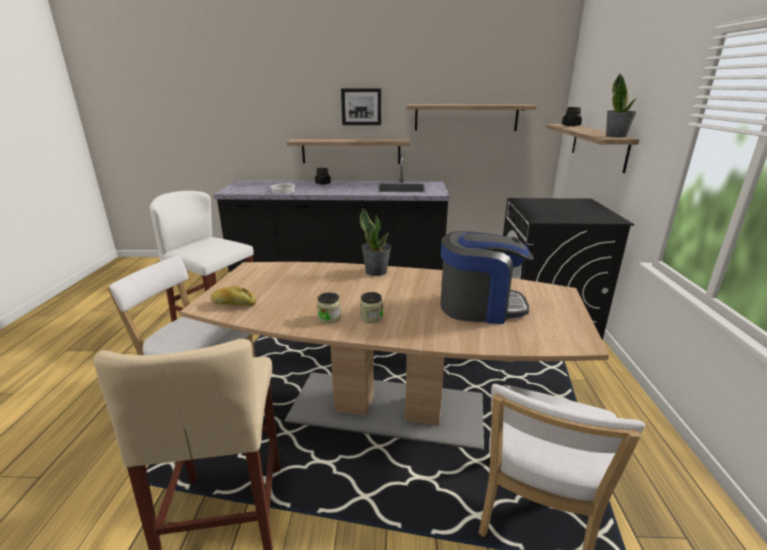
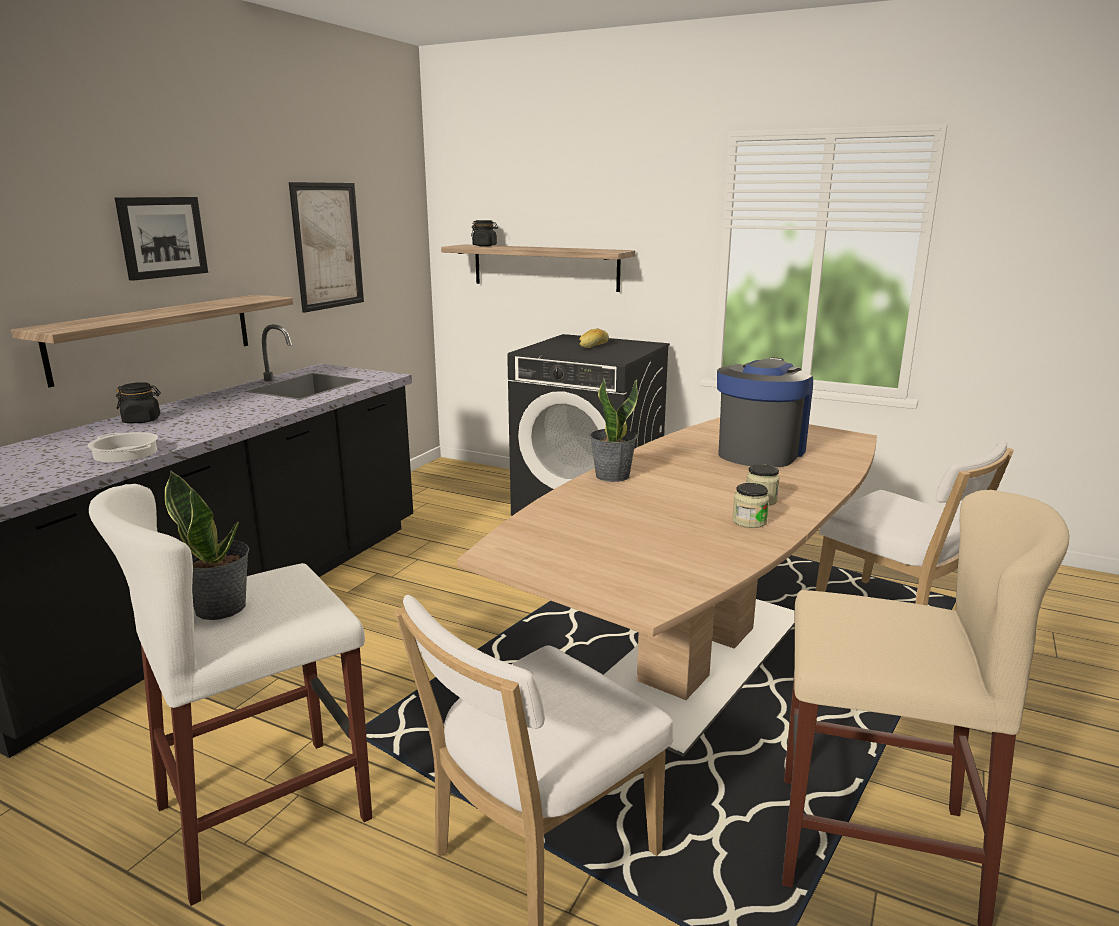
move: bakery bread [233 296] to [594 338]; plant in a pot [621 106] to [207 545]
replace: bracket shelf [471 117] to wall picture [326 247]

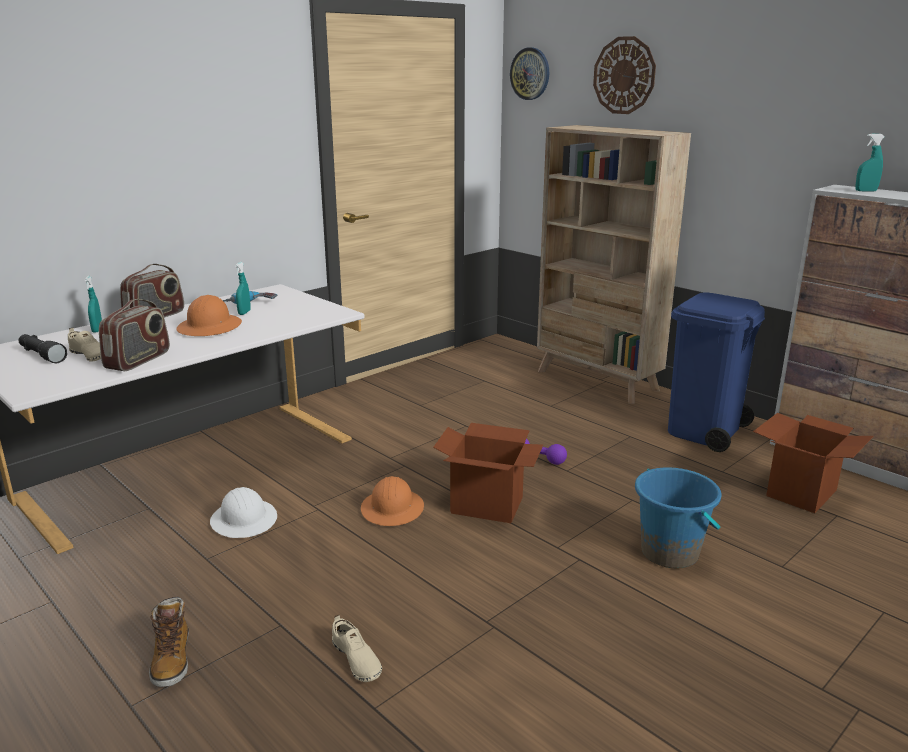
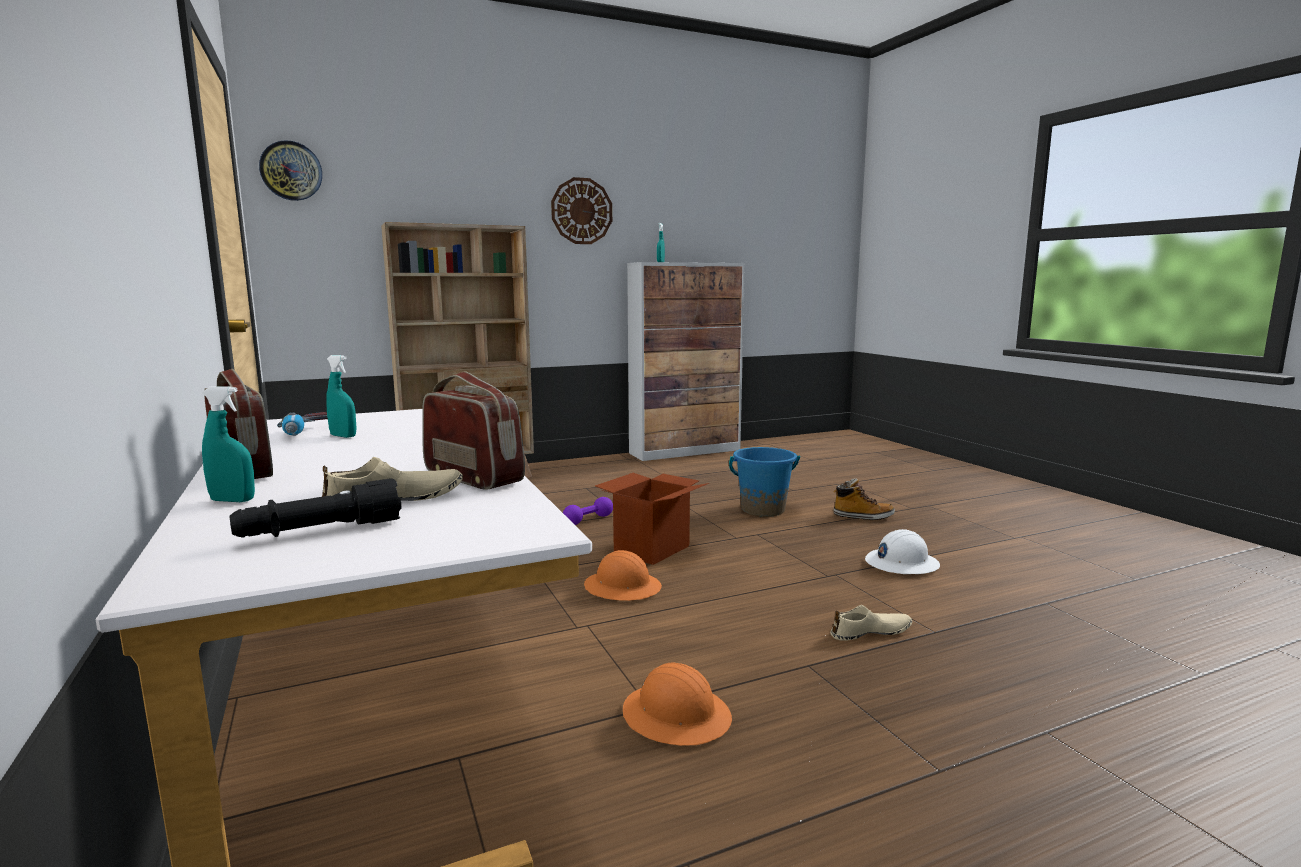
delete: blue-coloured waste bin [716 372]; cardboard box [813 463]
move: boot [169 642] to [864 499]; orange-coloured safety helmet [209 315] to [677 704]; white-coloured safety helmet [243 512] to [902 551]; hanging clock [624 75] to [581 210]

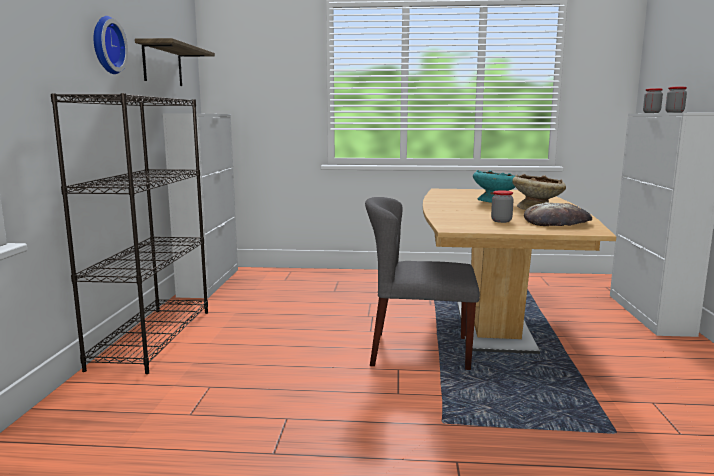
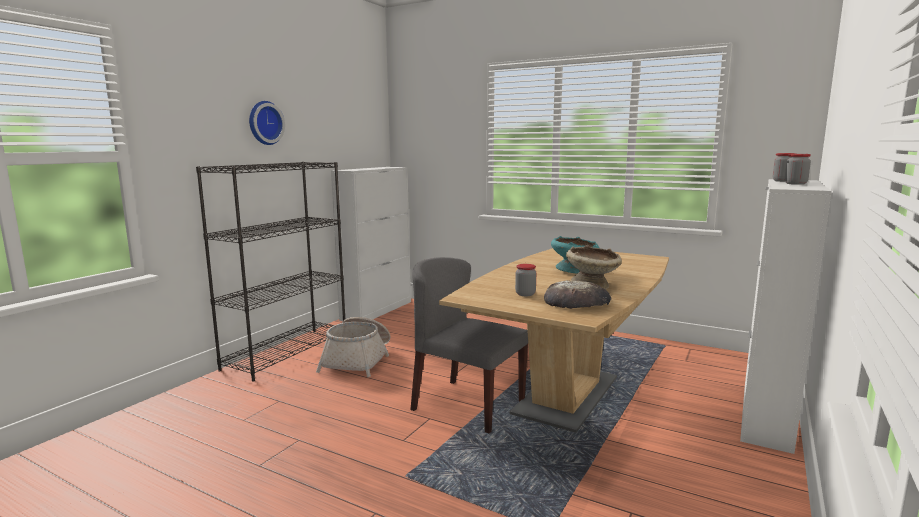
delete: bracket shelf [175 62]
insert: basket [353 347]

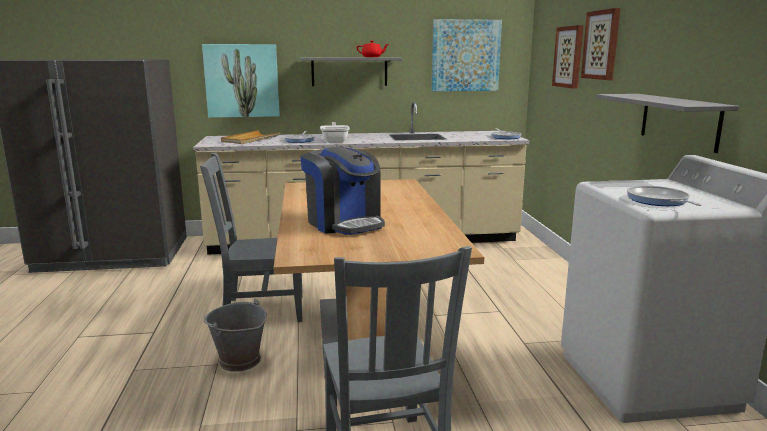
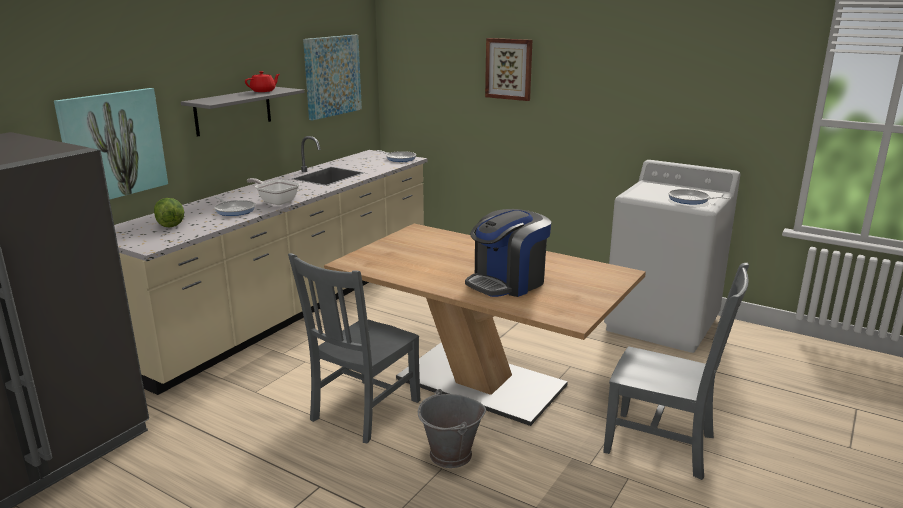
delete: wall picture [568 57]; grey bracket shelf [667 123]
replace: beige-coloured tray [251 137] to head of lettuce [169 213]
rotate: coffee machine [342 190] = [508 253] 135 degrees clockwise

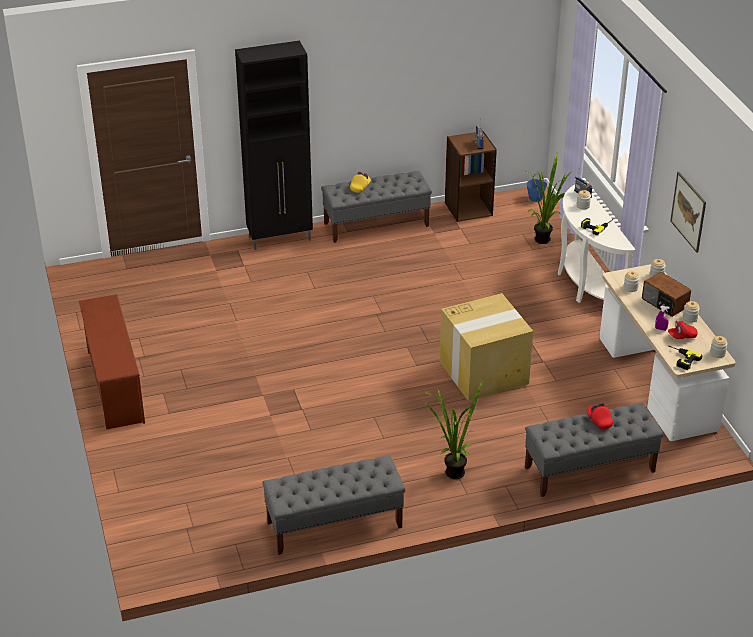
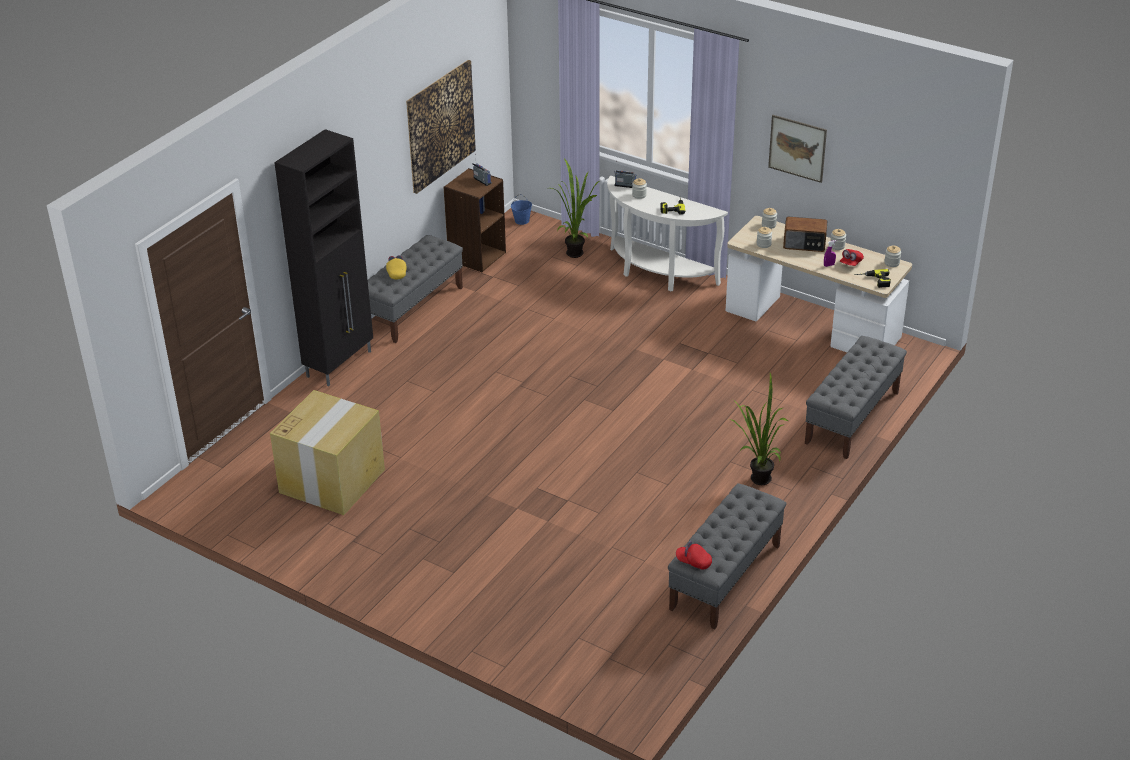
delete: brown-coloured shoe shelf [112 362]
insert: wall picture [441 127]
move: cardboard box [486 347] to [327 452]; red peaked cap [600 415] to [694 555]

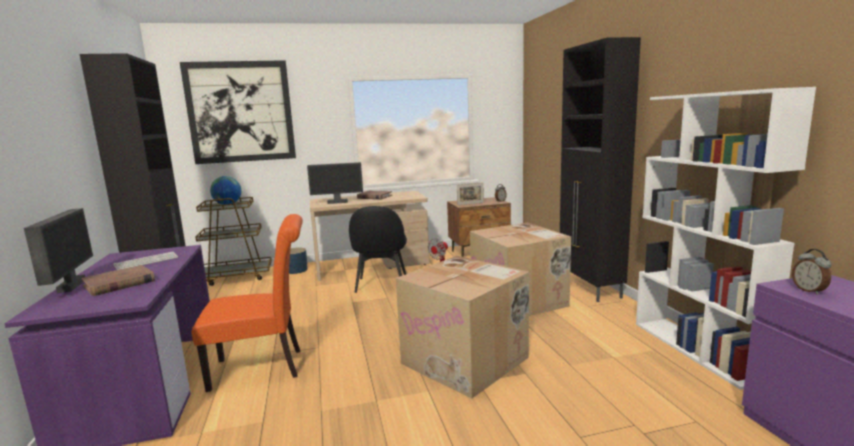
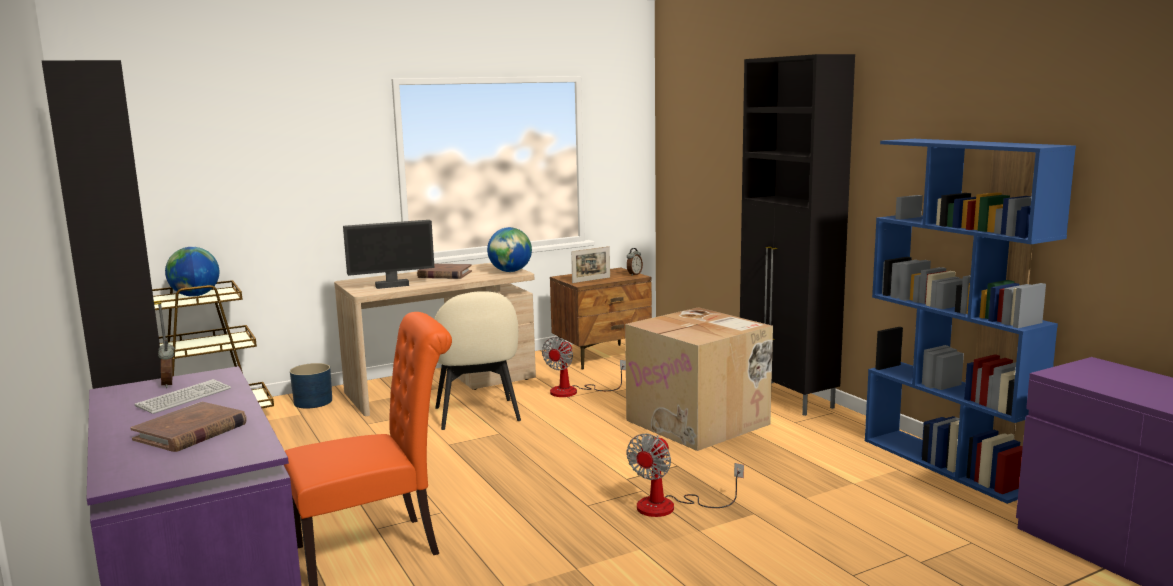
delete: computer display [58 250]; wall picture [238 112]
insert: globe [509 249]
move: table clock [812 272] to [166 363]
replace: cardboard box [462 327] to fan [685 475]
recolor: black-coloured plain chair [378 249] to beige-coloured plain chair [477 360]; white-coloured bookshelf [726 238] to blue-coloured bookshelf [970 321]

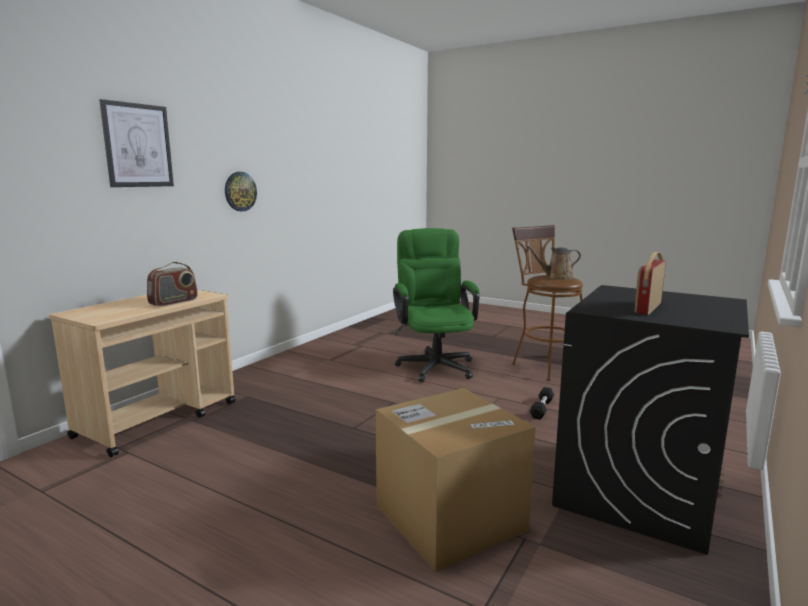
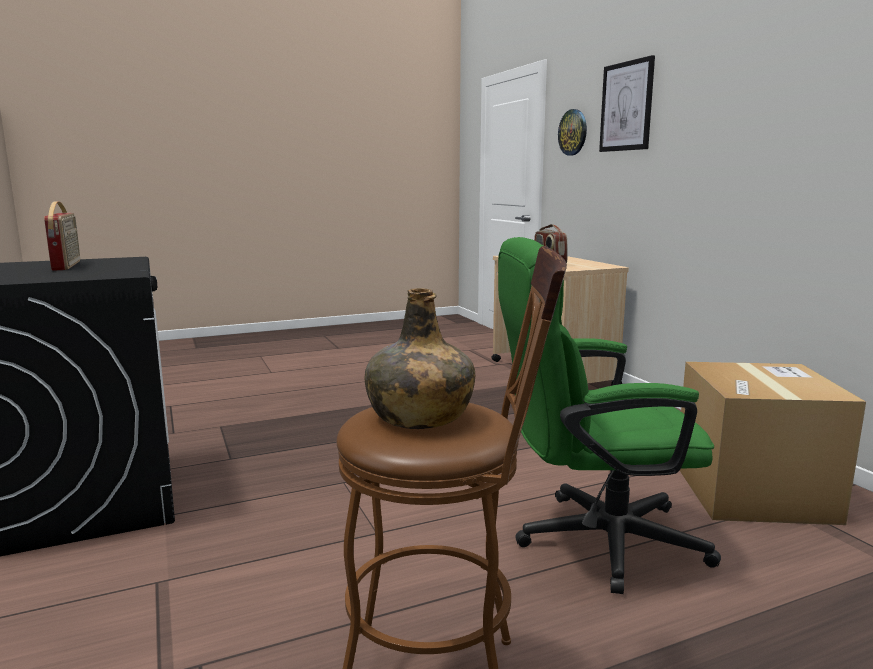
delete: black-coloured hand weight [542 403]
move: hanging clock [241 191] to [572 132]; cardboard box [455 480] to [772 443]
replace: brown-coloured watering can [553 262] to green-coloured beverage bottle [420 358]
rotate: green-coloured office chair [436 305] = [609 415] 150 degrees clockwise

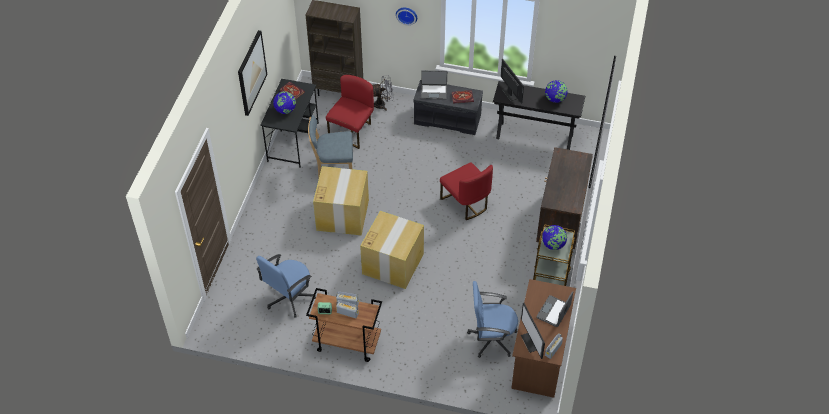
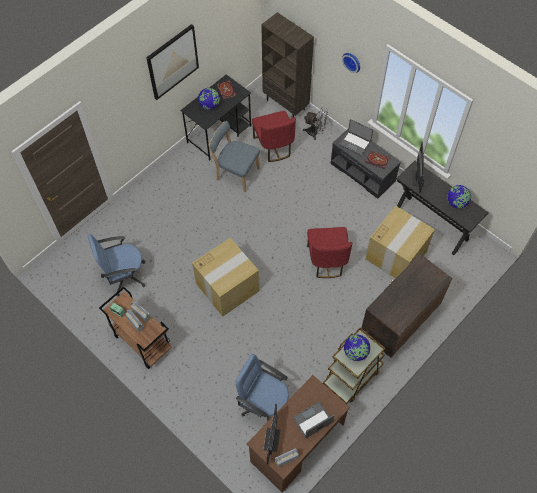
move: cardboard box [341 200] to [400 242]
rotate: red plain chair [350 112] = [274 136] 105 degrees clockwise

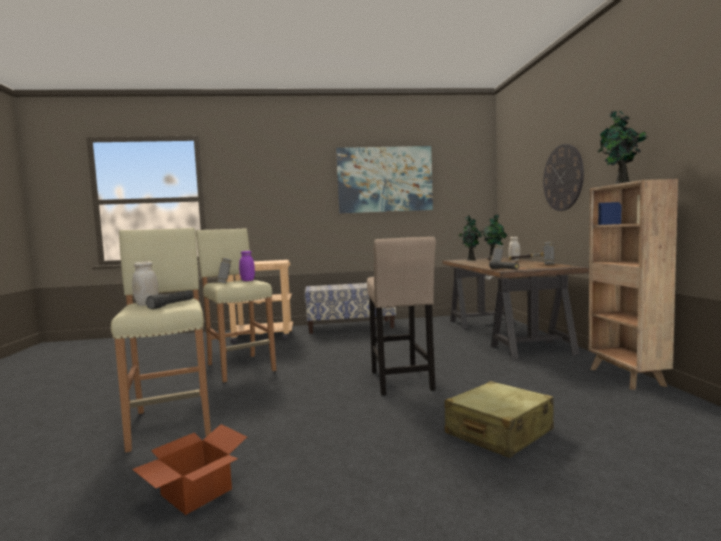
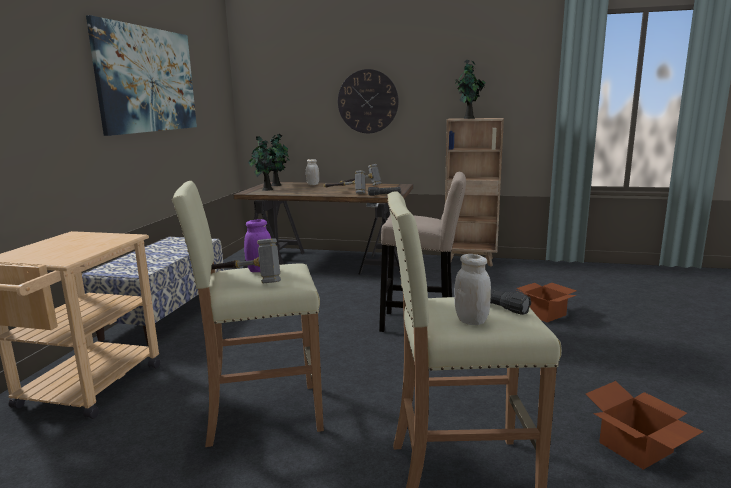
replace: beige-coloured travel case [499 419] to cardboard box [546 302]

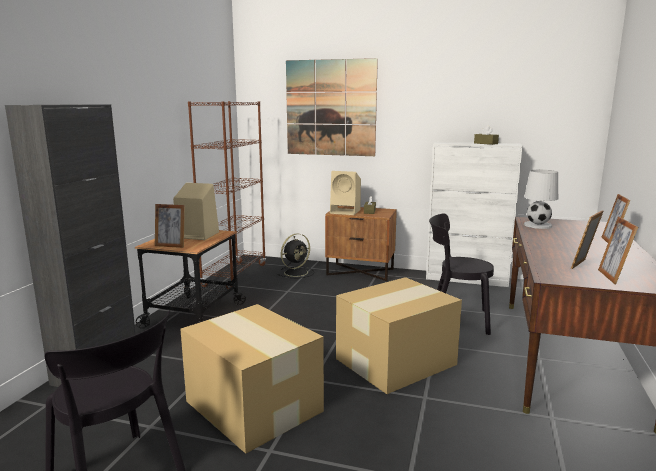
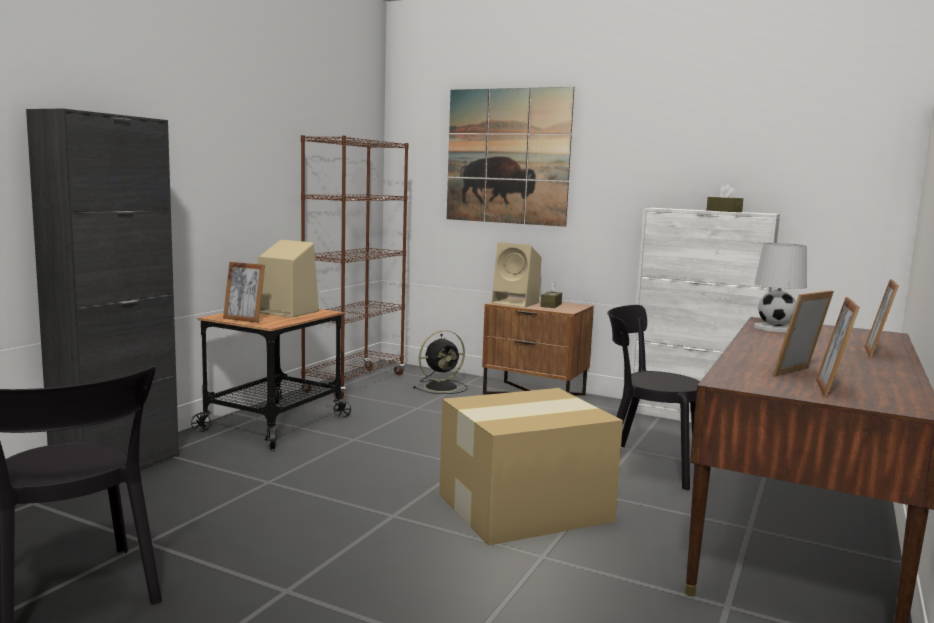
delete: cardboard box [252 379]

